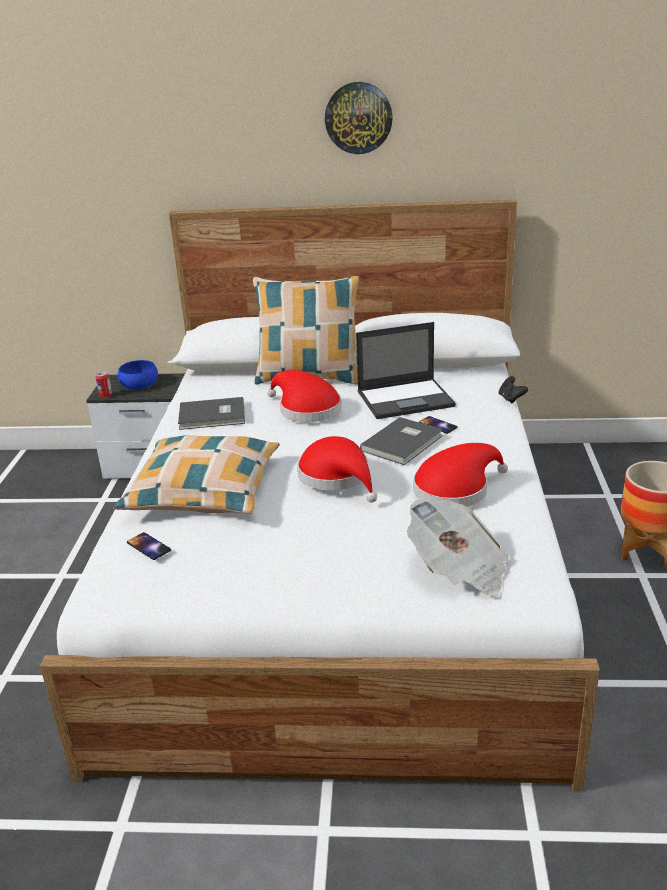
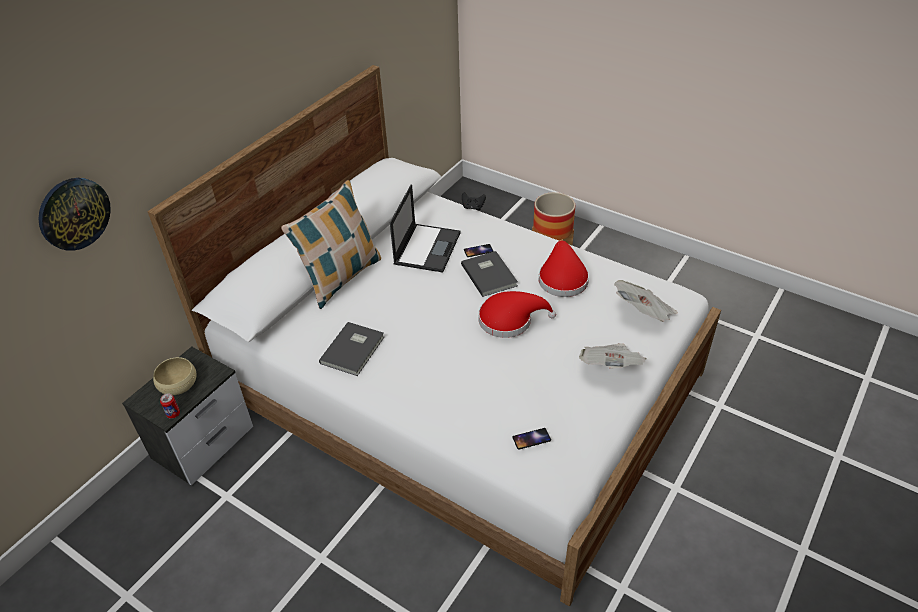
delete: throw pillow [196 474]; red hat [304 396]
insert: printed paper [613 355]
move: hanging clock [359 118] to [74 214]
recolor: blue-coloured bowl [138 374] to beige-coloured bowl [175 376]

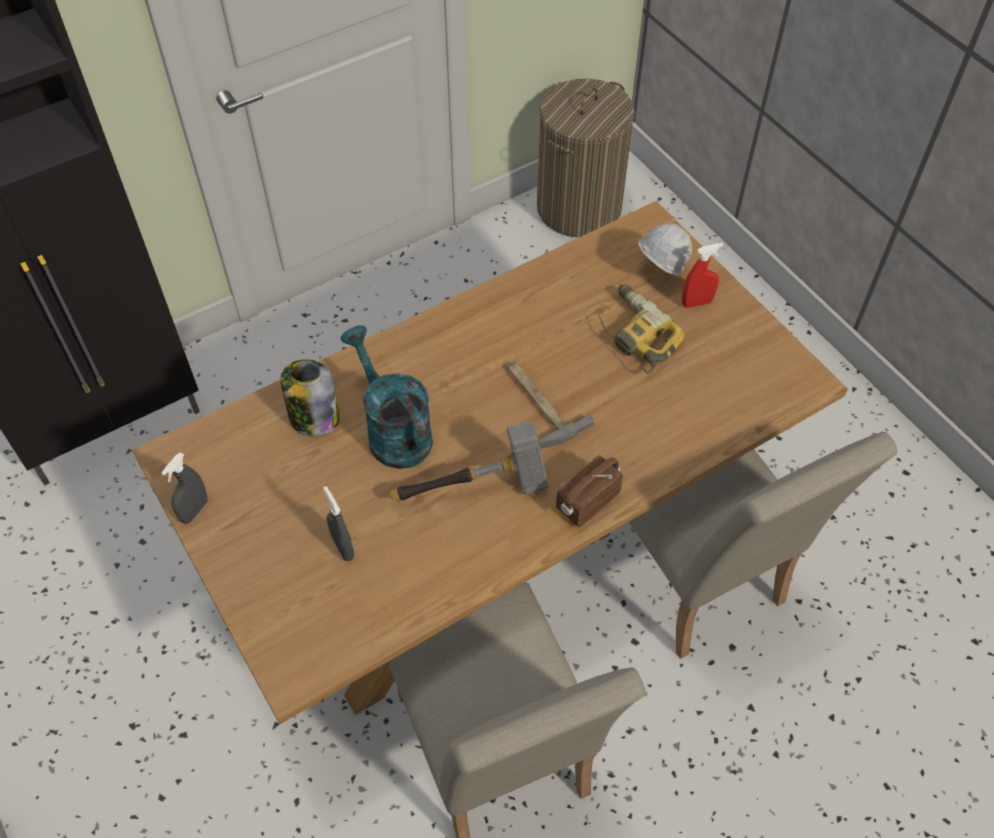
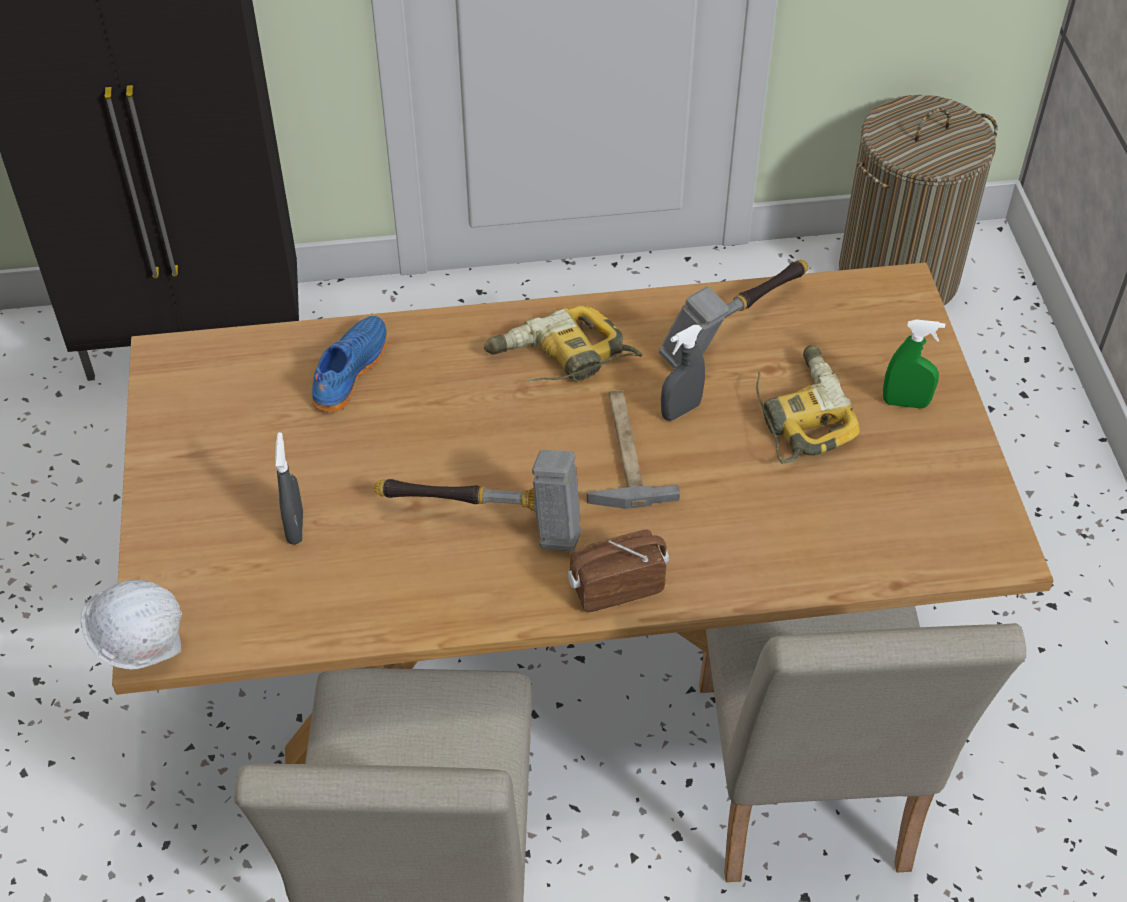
delete: blue-green watering can [386 397]
insert: drill [563 344]; hand hammer [733 314]
move: grey hand sprayer [184 488] to [683 373]; white-coloured safety helmet [665 249] to [131 624]
replace: jar [310 398] to blue-coloured low shoe [349 364]
recolor: red hand sprayer [702 275] to green-coloured hand sprayer [914 363]

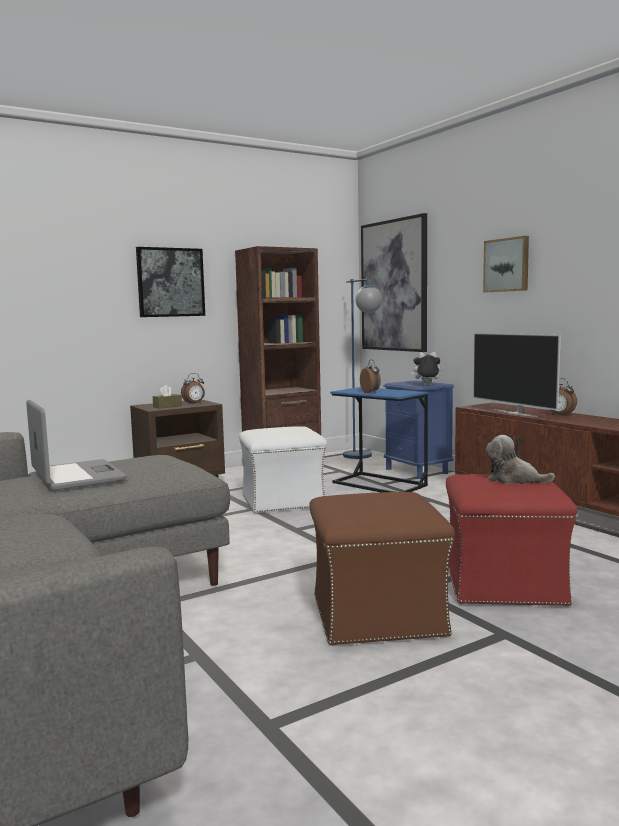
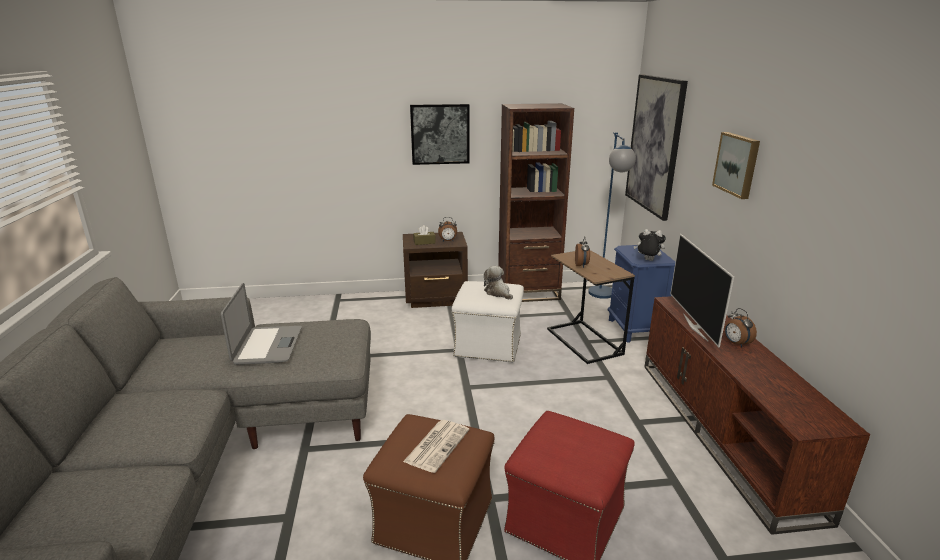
insert: printed paper [436 446]
move: cuddly toy [520 459] to [498 283]
recolor: blue-coloured accent table [379 439] to brown-coloured accent table [591 307]

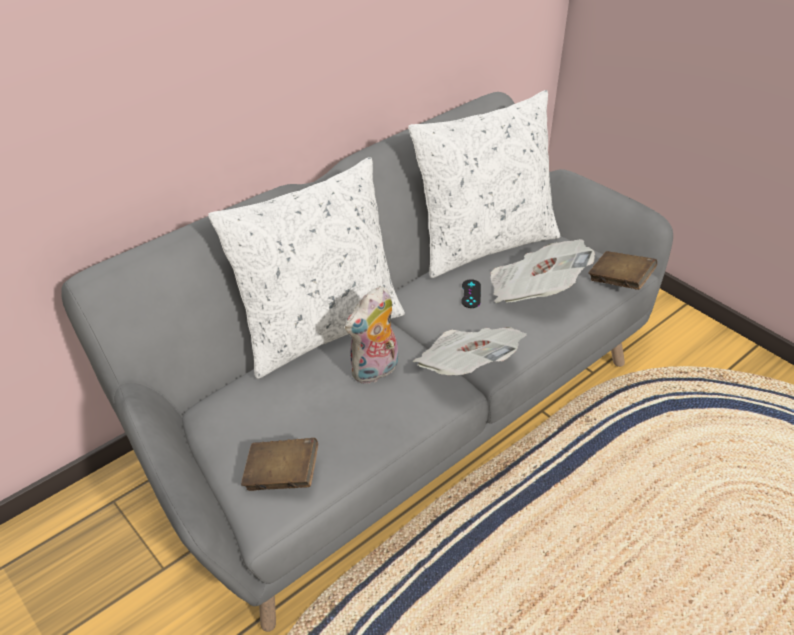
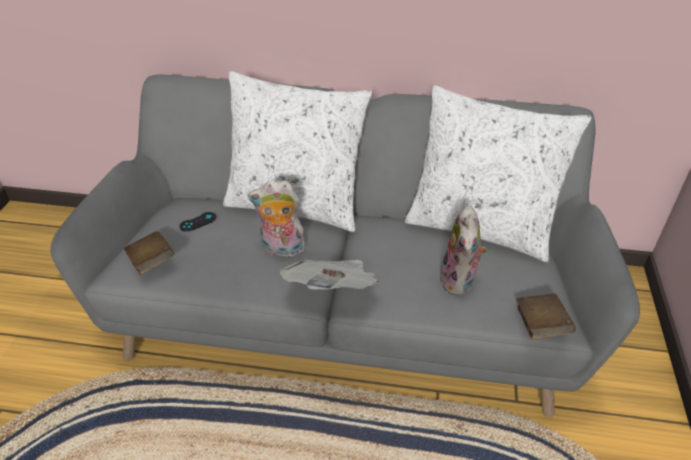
move: black-coloured joypad [471 293] to [198 222]
replace: printed paper [542 271] to cuddly toy [463 251]

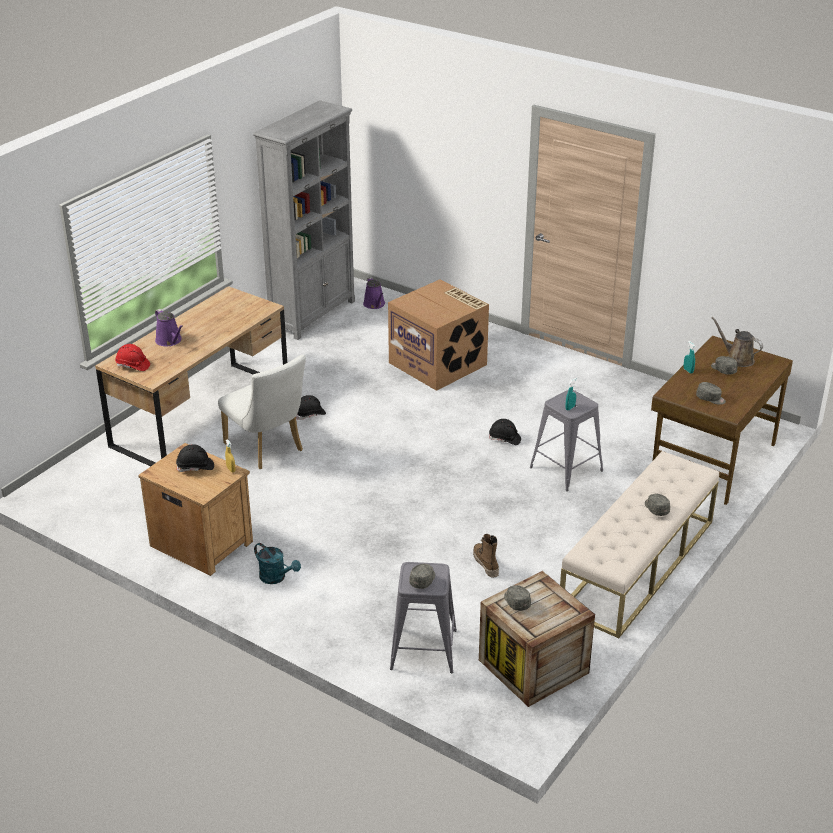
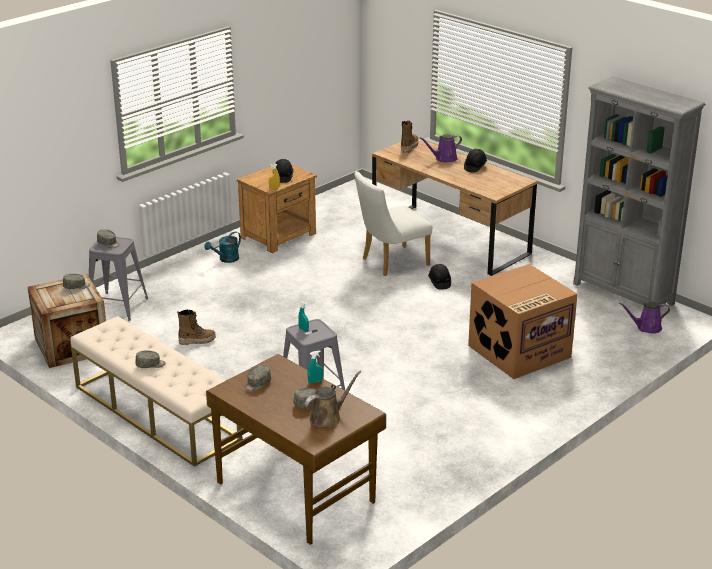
move: black-coloured safety helmet [505 432] to [475 161]
replace: red safety helmet [132 357] to boot [409 137]

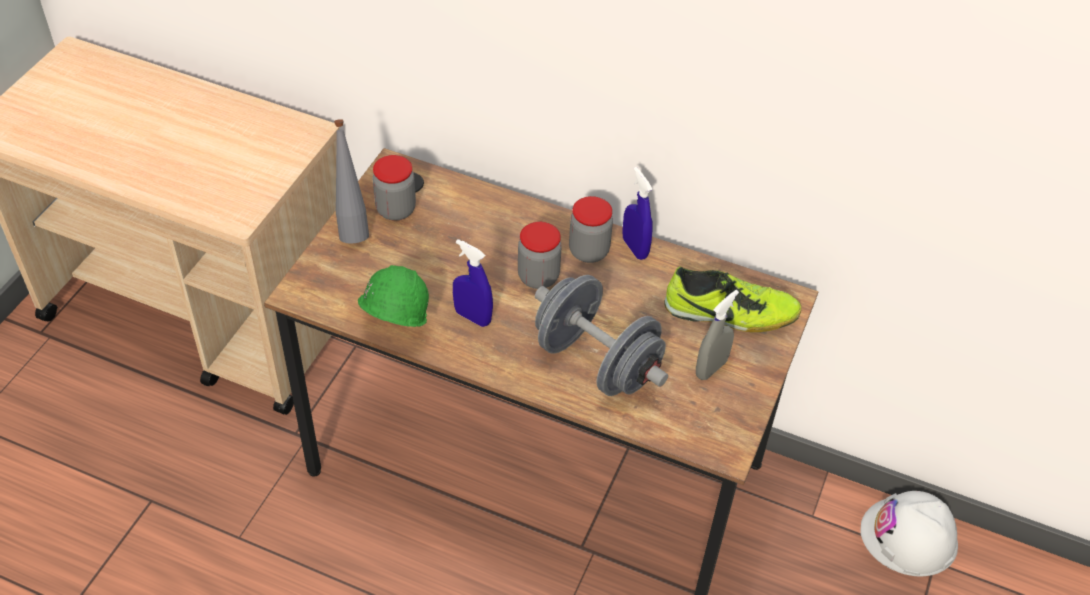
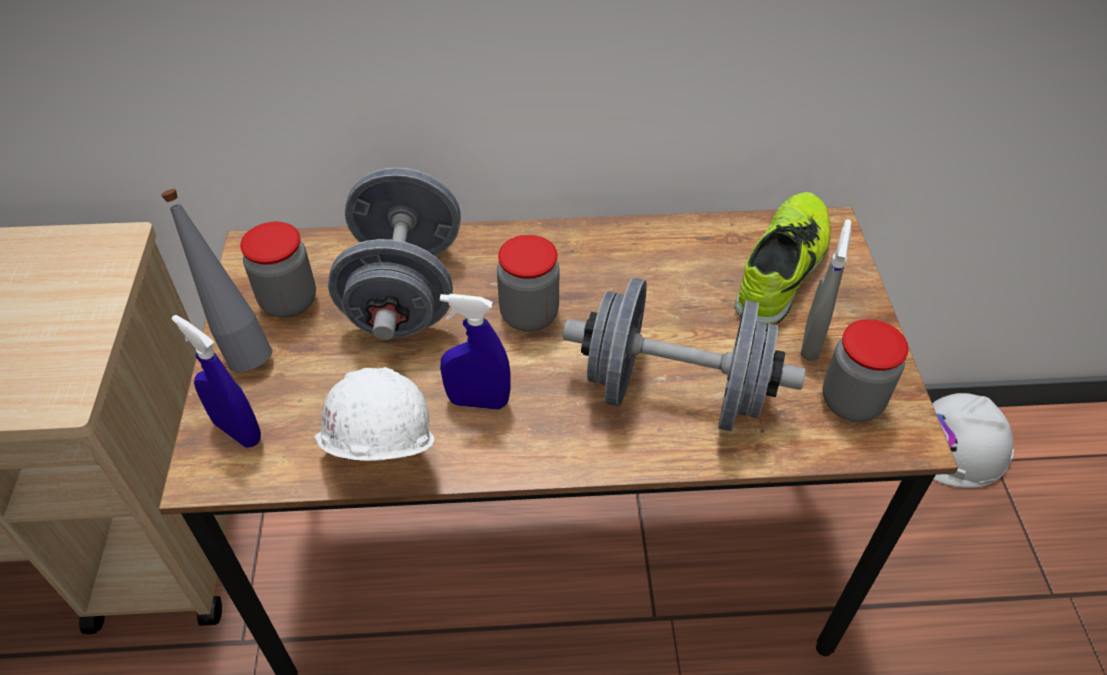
insert: grey hand weight [394 254]
move: jar [591 229] to [866 370]; blue-coloured hand sprayer [637 213] to [216 381]
recolor: green-coloured safety helmet [393 296] to white-coloured safety helmet [358 414]
rotate: low shoe [732 299] = [783 259] 45 degrees counterclockwise

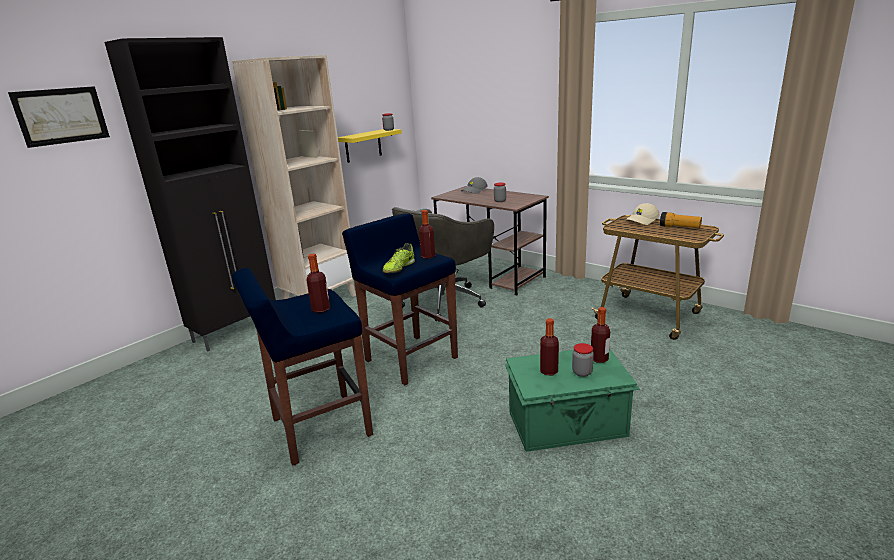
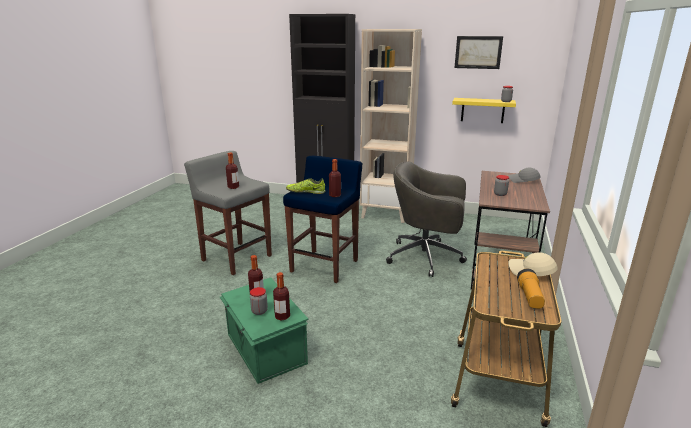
move: wall picture [59 117] to [479 52]
recolor: blue-coloured sitting stool [302 367] to grey sitting stool [228 213]

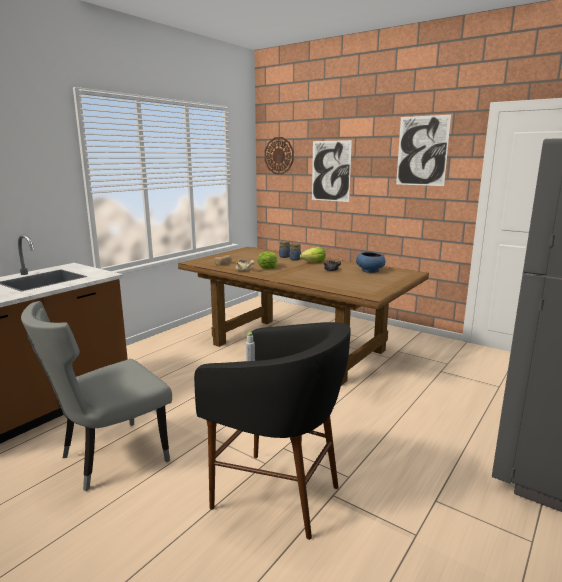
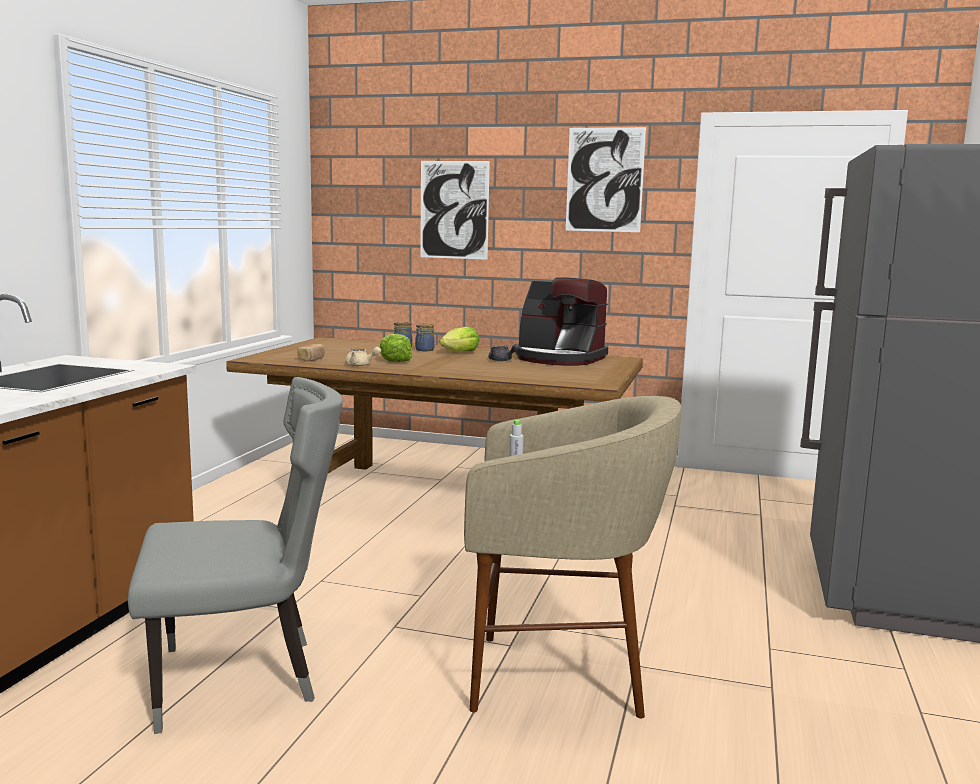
delete: hanging clock [279 156]
replace: blue-coloured bowl [371 262] to coffee machine [561 321]
recolor: black-coloured sitting stool [272 431] to beige-coloured sitting stool [572 557]
rotate: grey plain chair [96 396] = [235 555] 135 degrees counterclockwise

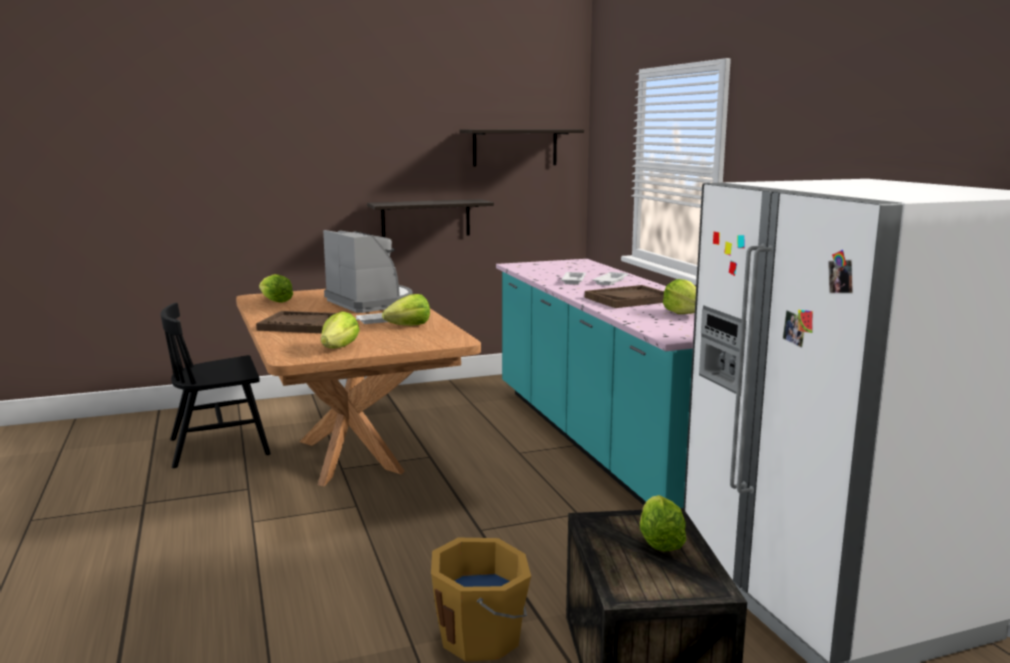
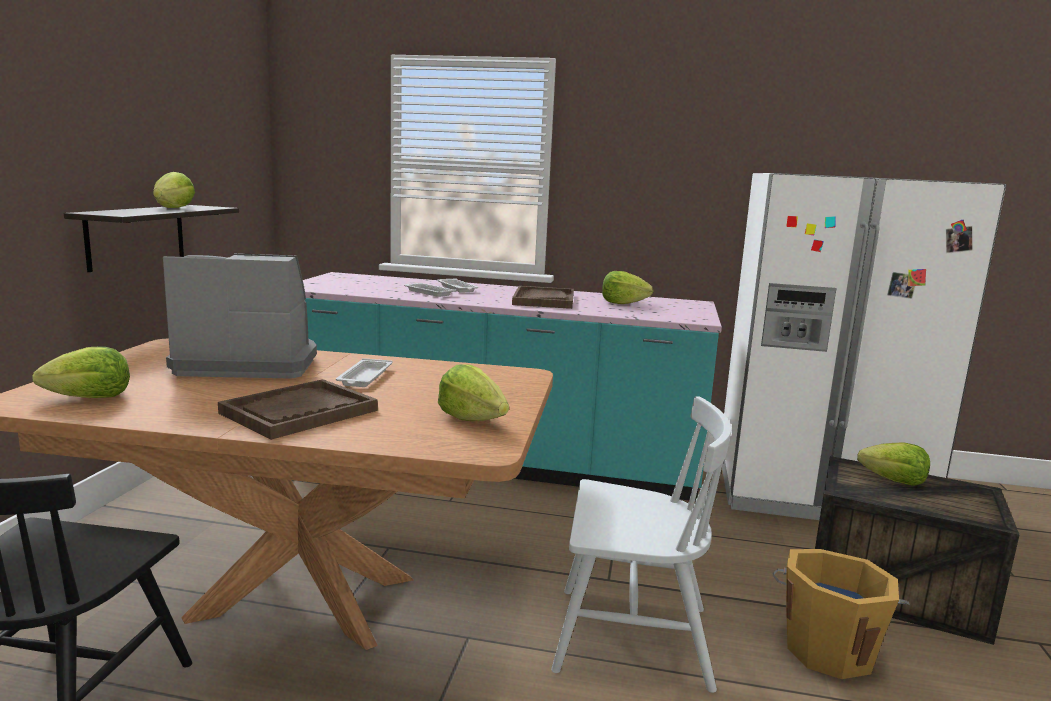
delete: bracket shelf [522 148]
insert: white-coloured plain chair [641 544]
move: head of lettuce [406 310] to [174 190]

